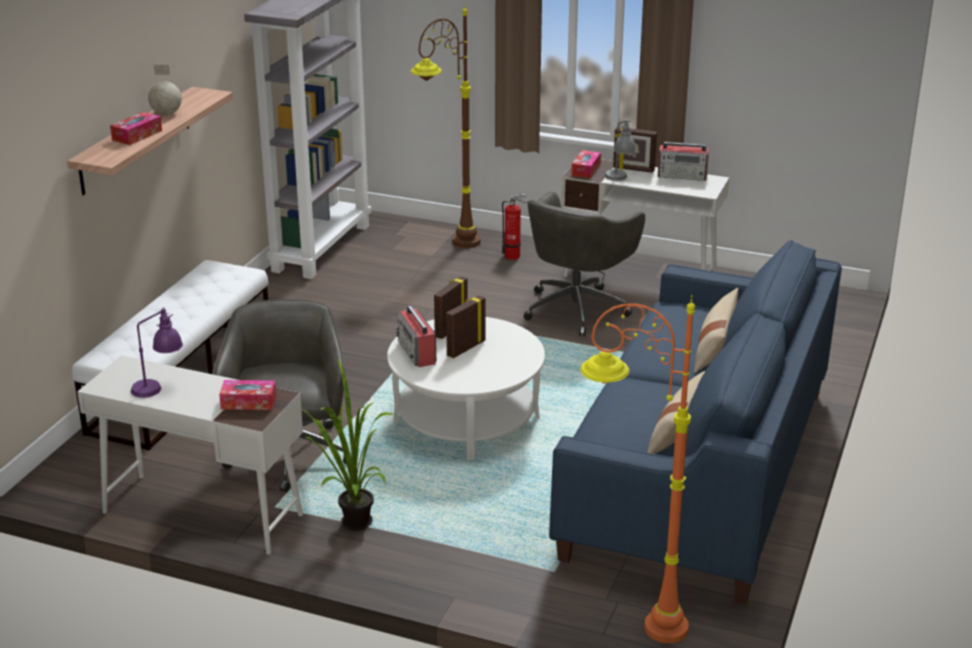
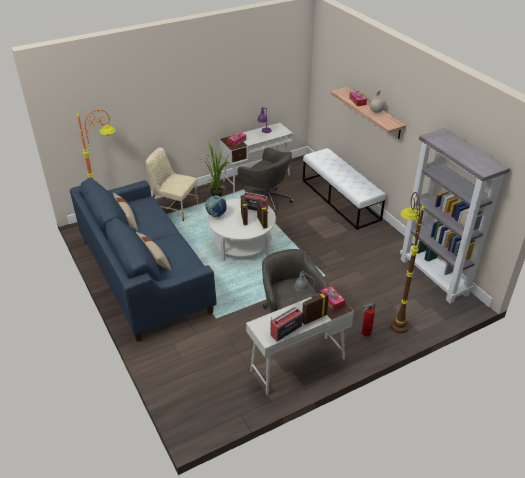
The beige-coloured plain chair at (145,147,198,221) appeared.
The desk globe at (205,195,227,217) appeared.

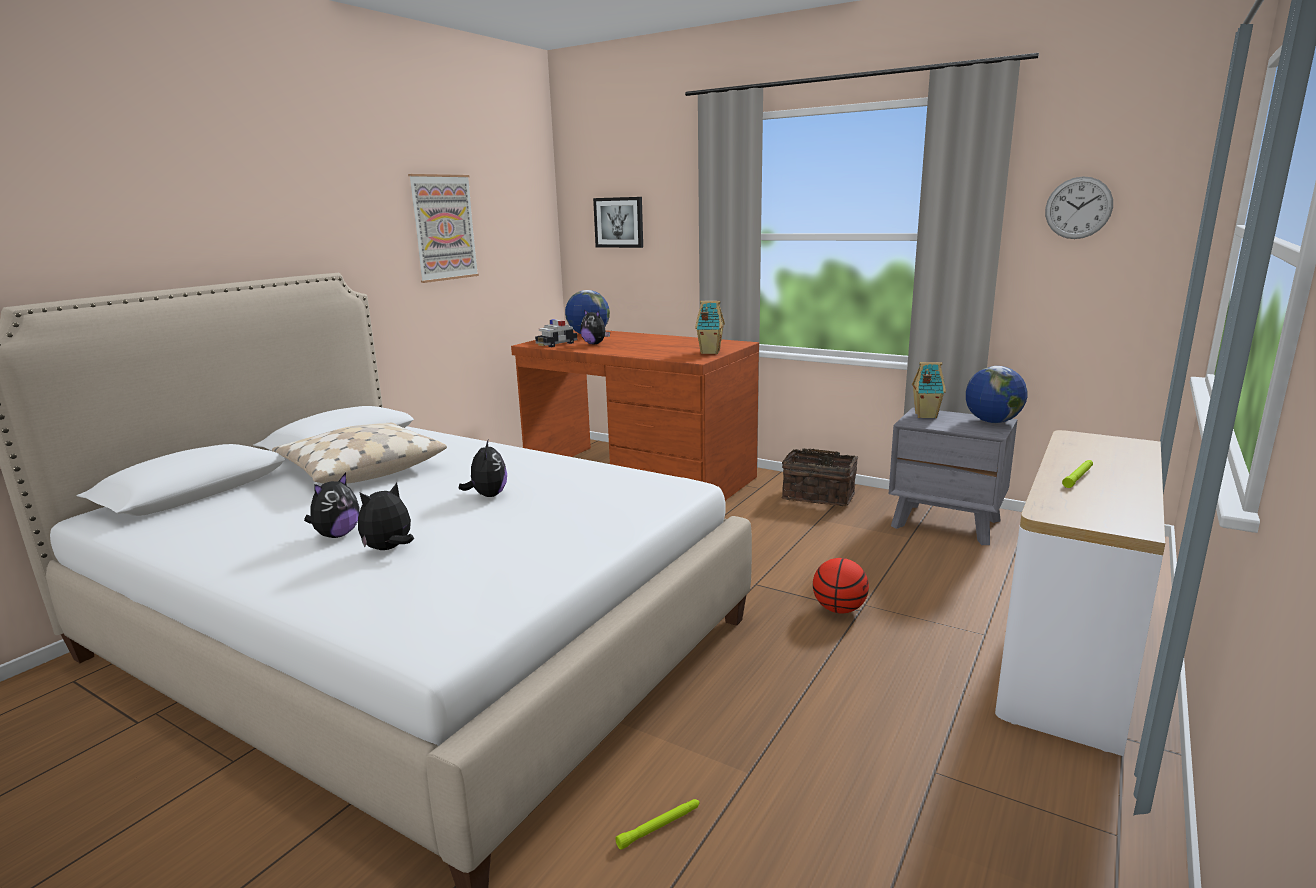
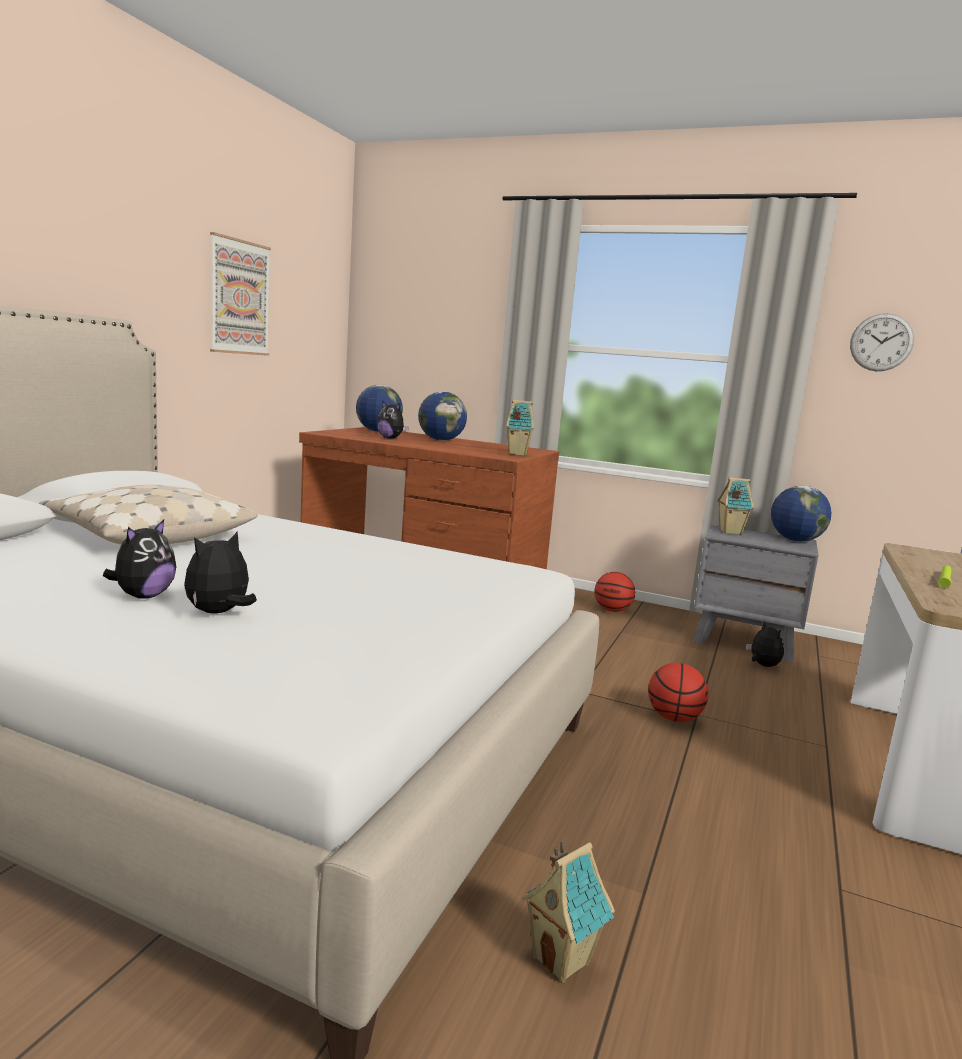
The toy car at (535,319,577,347) disappeared.
The wall picture at (593,197,643,248) disappeared.
The desk globe at (418,391,467,441) appeared.
The cuddly toy moved from (459,440,507,497) to (746,621,784,667).
The green hand torch at (615,799,700,850) was replaced by the toy house at (522,840,615,983).
The basket at (782,448,858,506) was replaced by the basketball ball at (594,572,635,612).

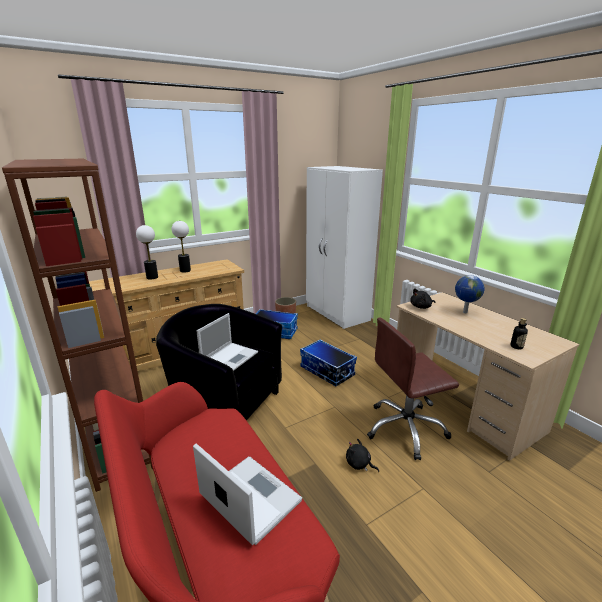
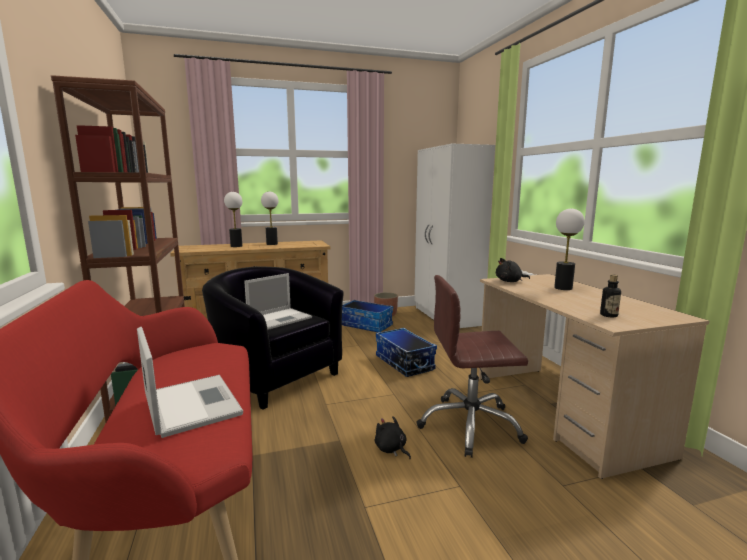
The desk globe at (455,275,485,313) was replaced by the tabletop lamp at (554,209,585,290).

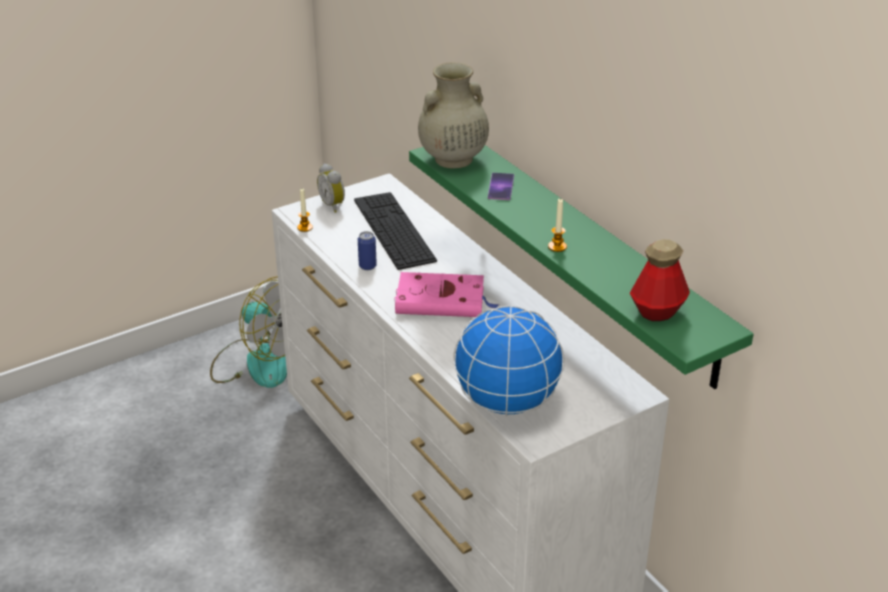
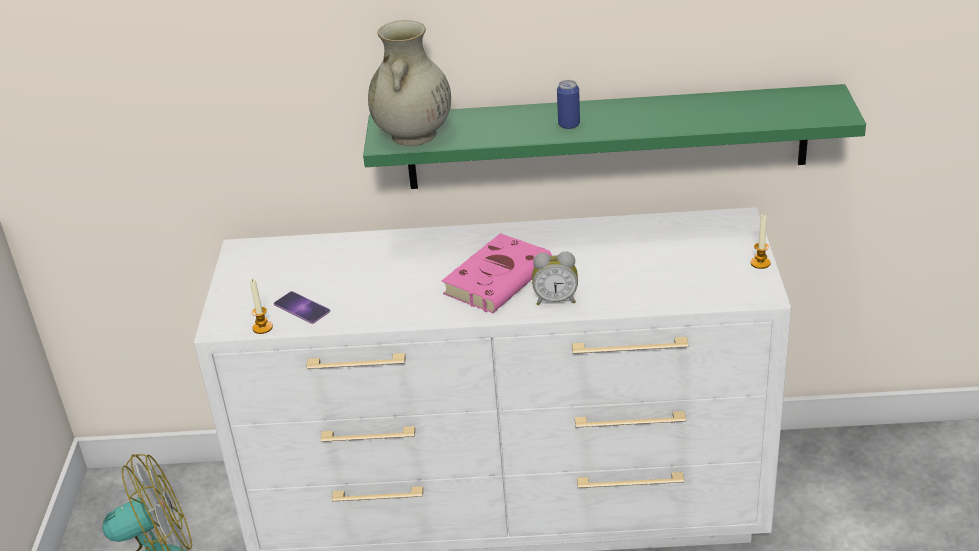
The PC keyboard at (354,192,437,270) disappeared.
The desk globe at (453,305,565,416) disappeared.
The bottle at (630,239,690,321) disappeared.
The table clock moved from (317,163,345,213) to (532,252,578,305).
The metal can moved from (358,231,377,270) to (557,80,580,129).
The phone moved from (488,173,514,200) to (274,291,330,324).
The wax candle moved from (548,198,567,252) to (750,214,771,269).

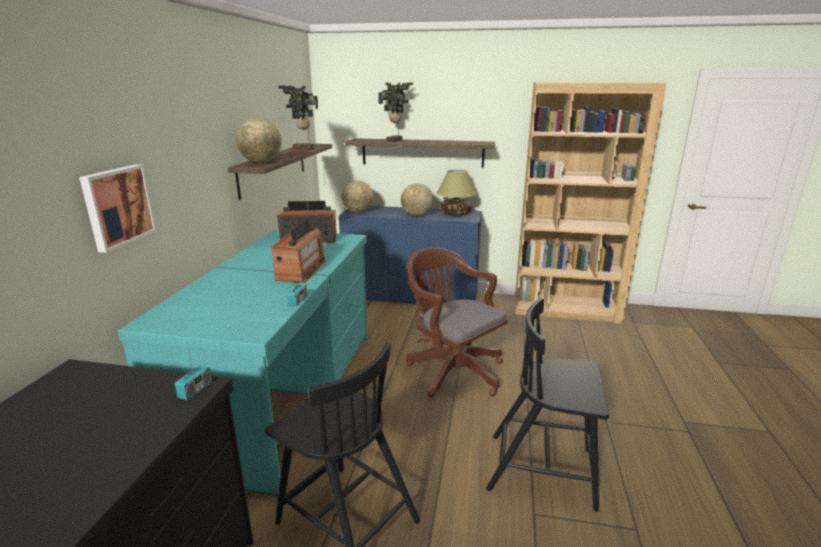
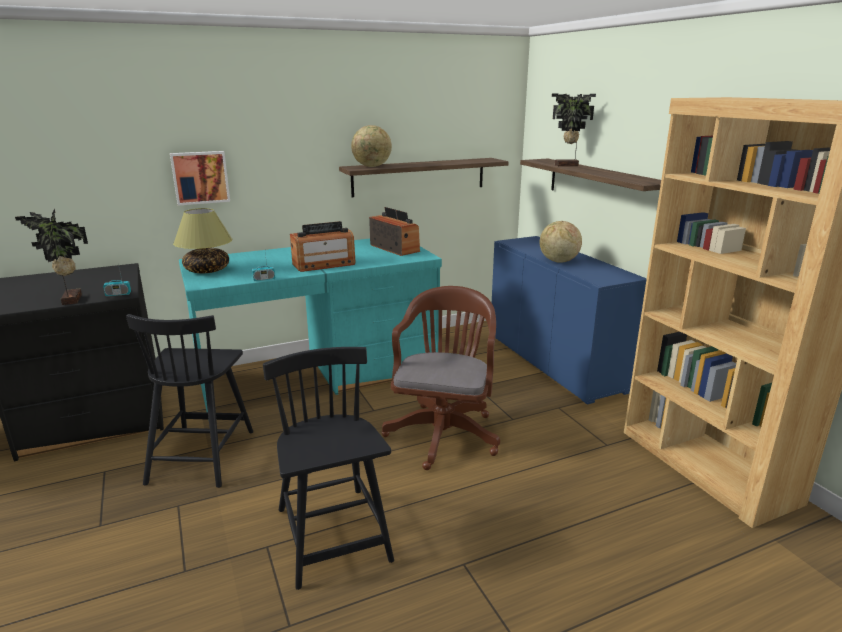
The desk globe at (342,180,374,212) disappeared.
The plant in a pot moved from (279,85,318,150) to (15,209,88,305).
The tabletop lamp moved from (437,170,477,216) to (173,208,233,273).

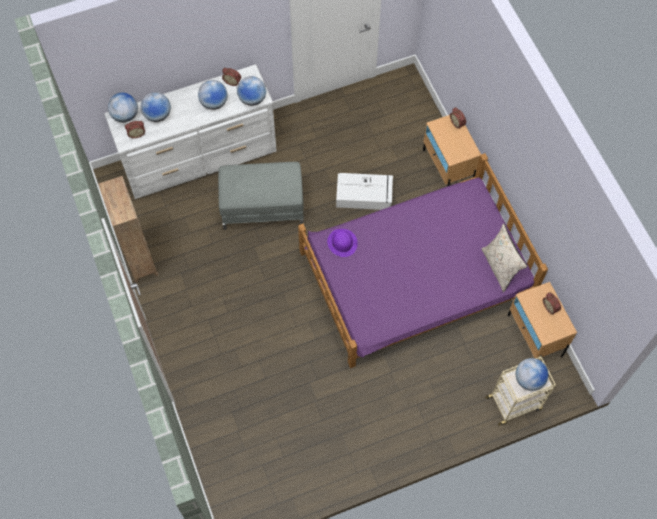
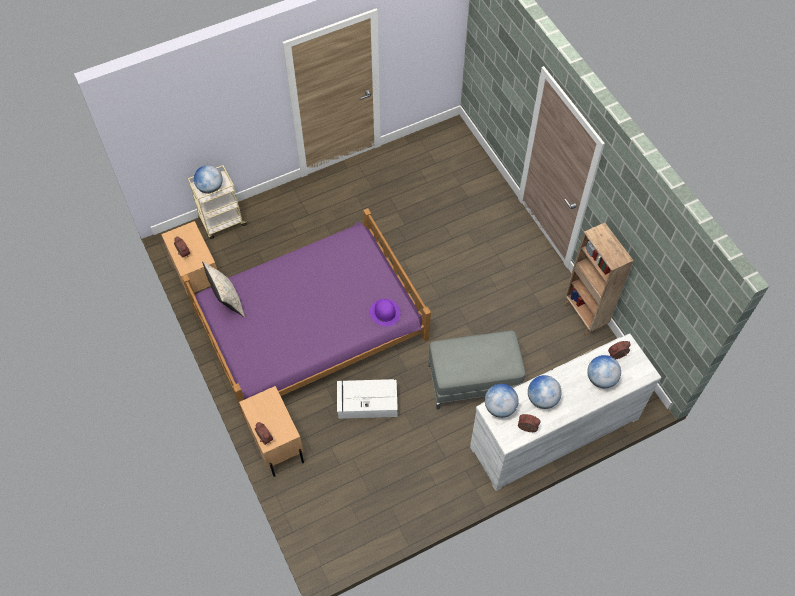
The desk globe at (108,93,138,122) disappeared.

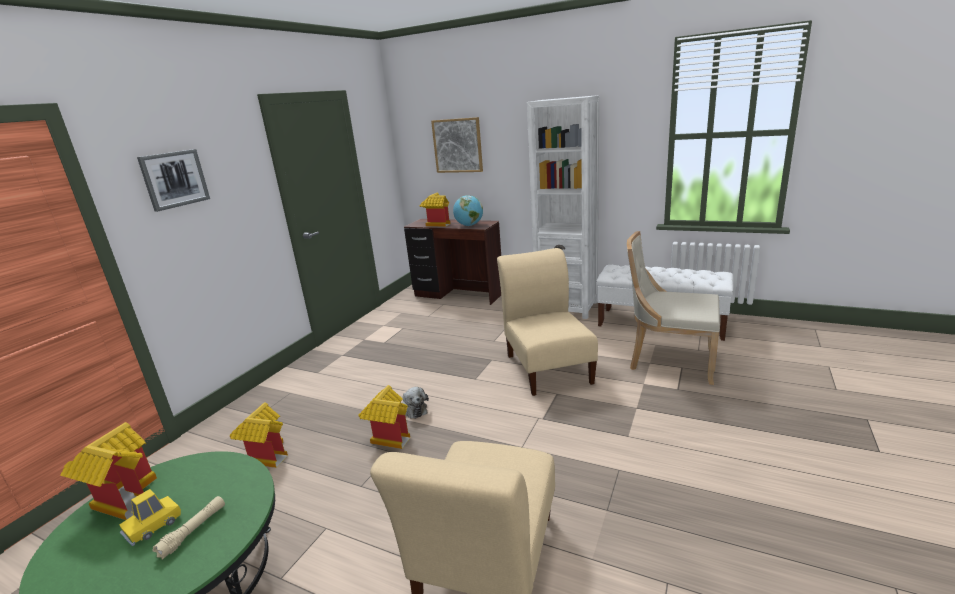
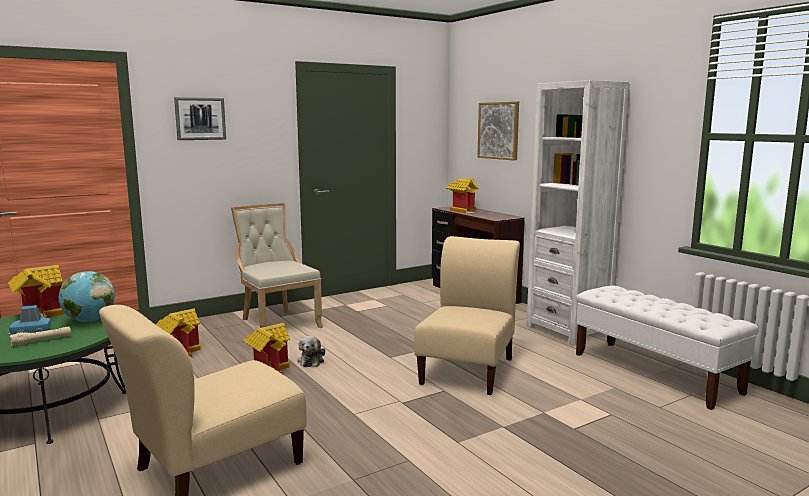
The desk globe moved from (453,195,483,226) to (59,271,115,322).
The beige-coloured plain chair moved from (627,231,720,385) to (231,203,323,328).
The yellowish toy car at (120,489,181,546) became the bluish toy car at (9,305,51,336).

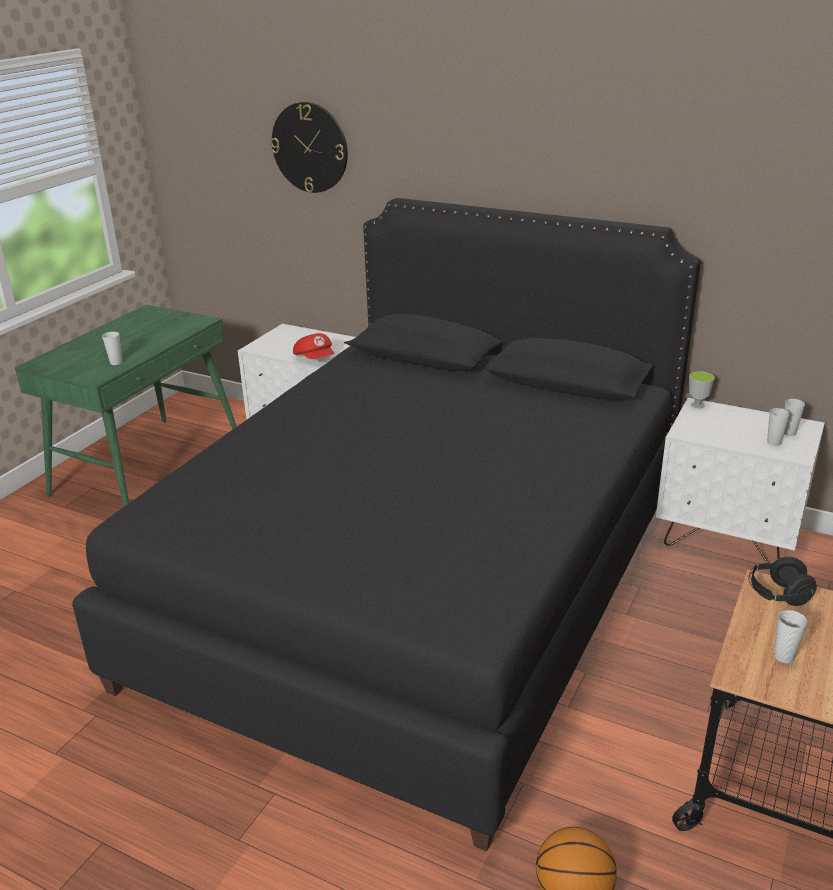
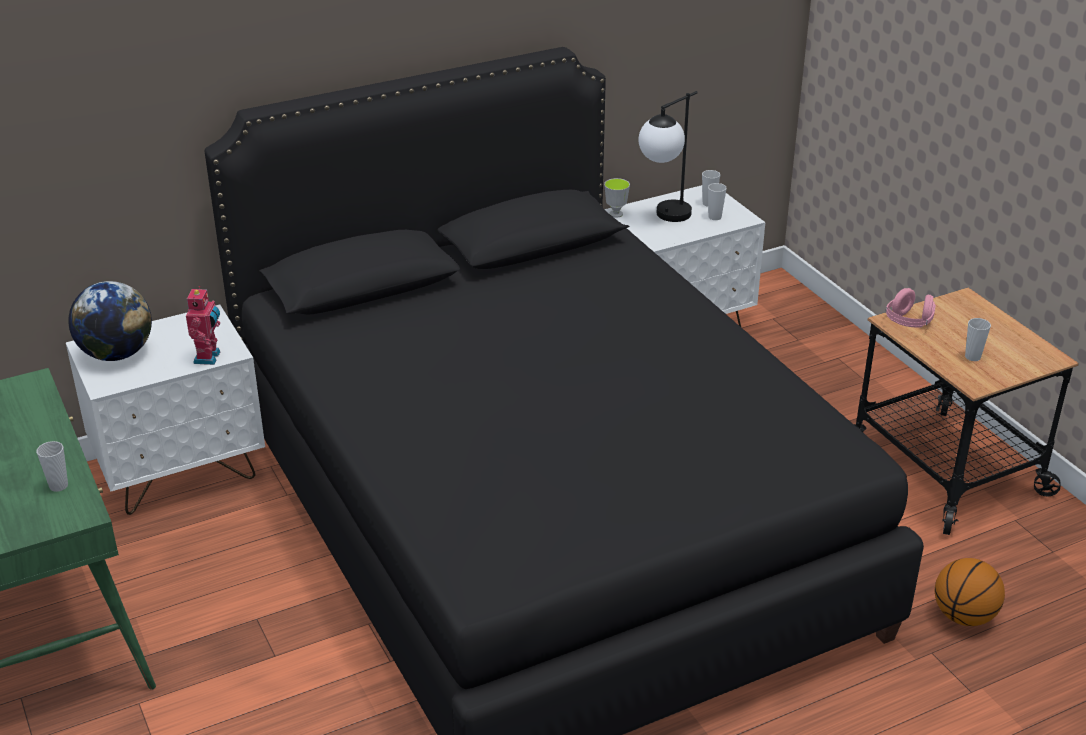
The wall clock at (271,102,348,193) disappeared.
The desk globe at (68,281,152,361) appeared.
The tabletop lamp at (639,91,698,222) appeared.
The reddish peaked cap at (293,333,335,359) was replaced by the model robot at (186,286,221,365).
The black-coloured headset at (749,557,817,606) became the pink headset at (885,288,936,327).

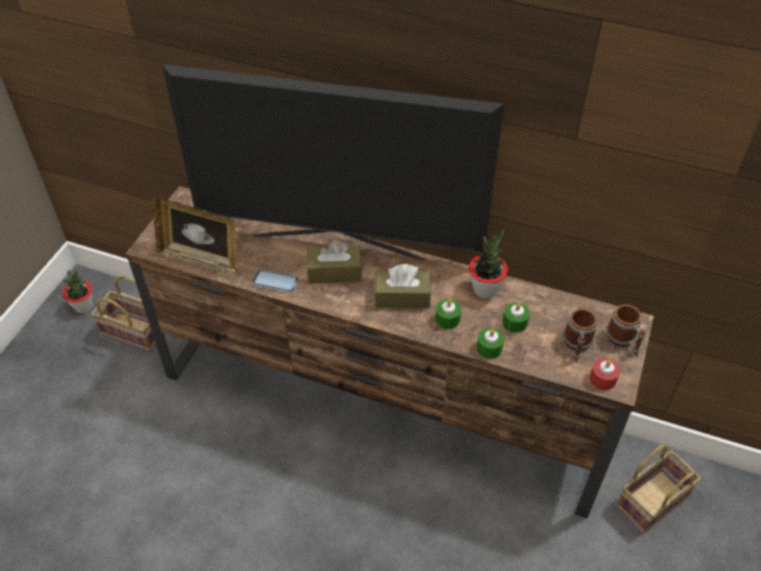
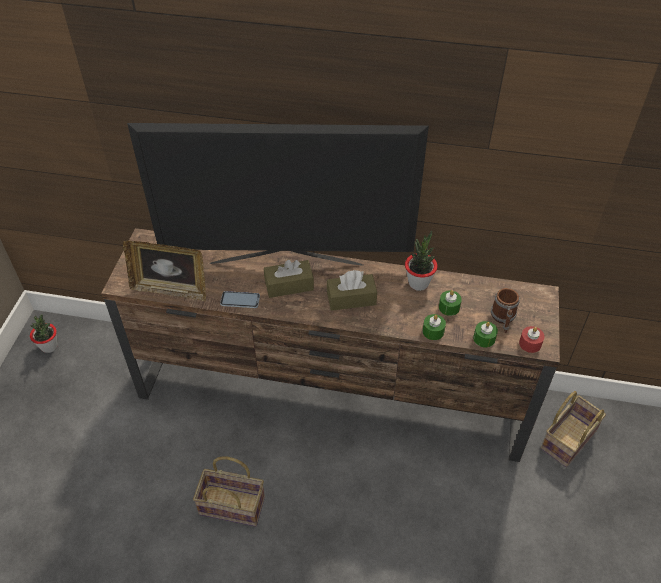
The coffee mug at (606,304,646,356) disappeared.
The basket moved from (91,275,156,352) to (193,456,265,527).
The green wax candle moved from (435,299,461,329) to (473,321,498,348).

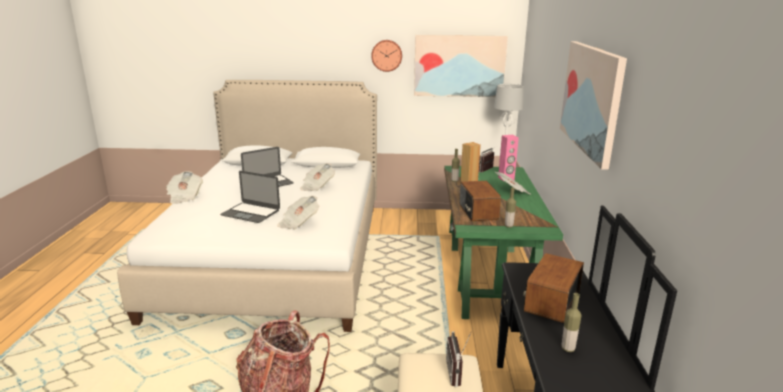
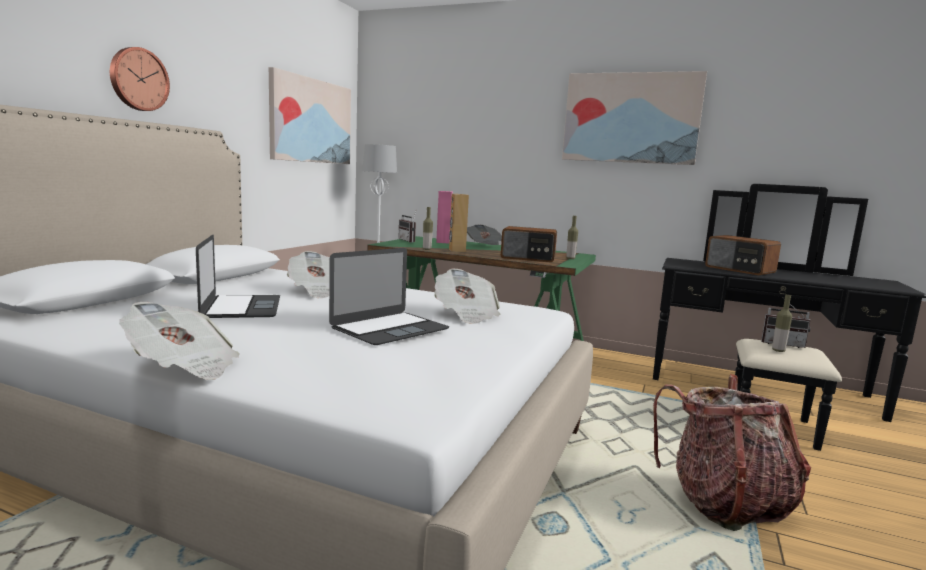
The wall clock moved from (371,40,402,72) to (110,47,170,111).
The bottle moved from (561,293,581,352) to (772,295,792,352).

